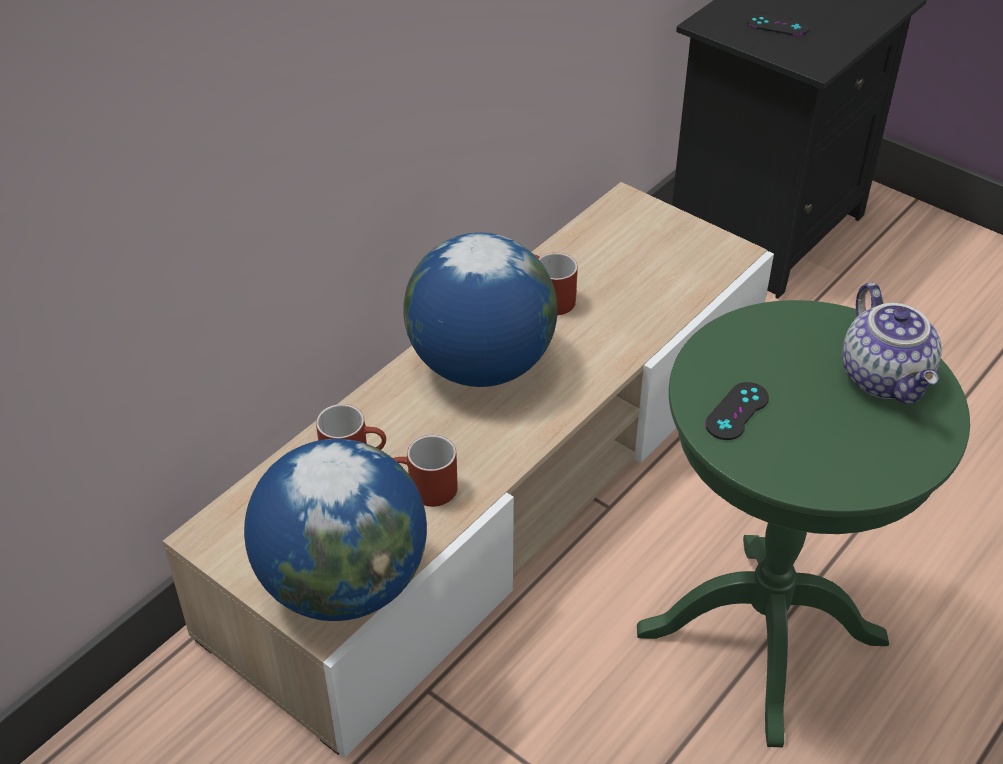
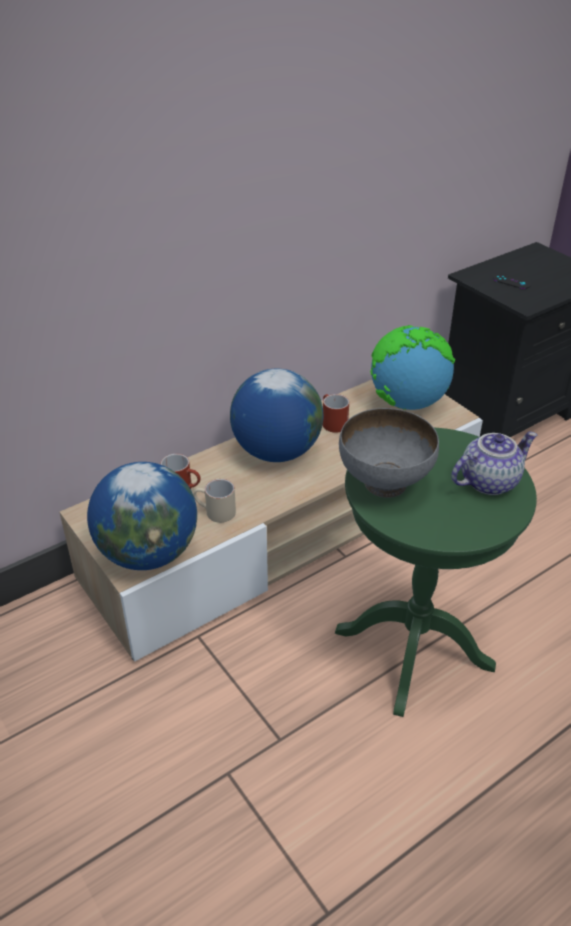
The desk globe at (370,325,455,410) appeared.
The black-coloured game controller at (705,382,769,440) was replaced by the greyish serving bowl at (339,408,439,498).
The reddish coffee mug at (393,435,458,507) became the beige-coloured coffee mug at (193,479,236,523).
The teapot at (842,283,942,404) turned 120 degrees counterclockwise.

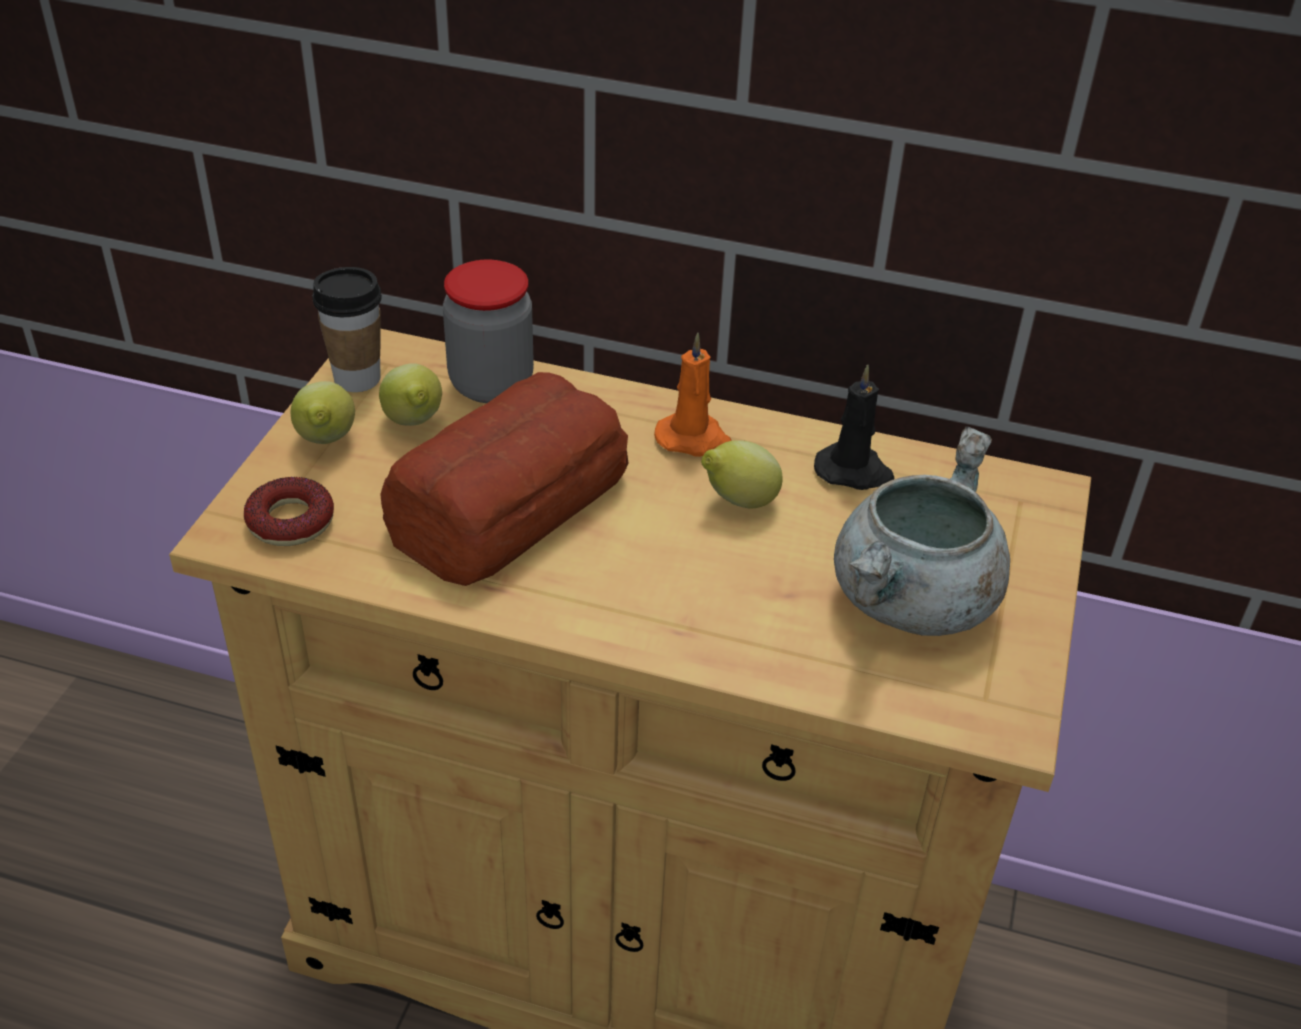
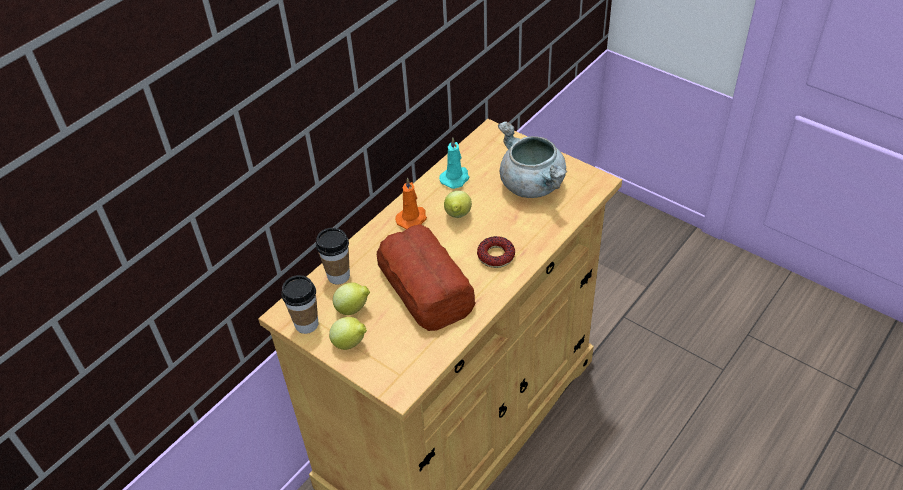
The donut moved from (244,477,334,546) to (477,236,515,268).
The storage jar at (443,260,534,403) was replaced by the cup at (316,228,350,284).
The black-coloured wax candle at (814,365,895,490) became the turquoise-coloured wax candle at (439,137,470,189).

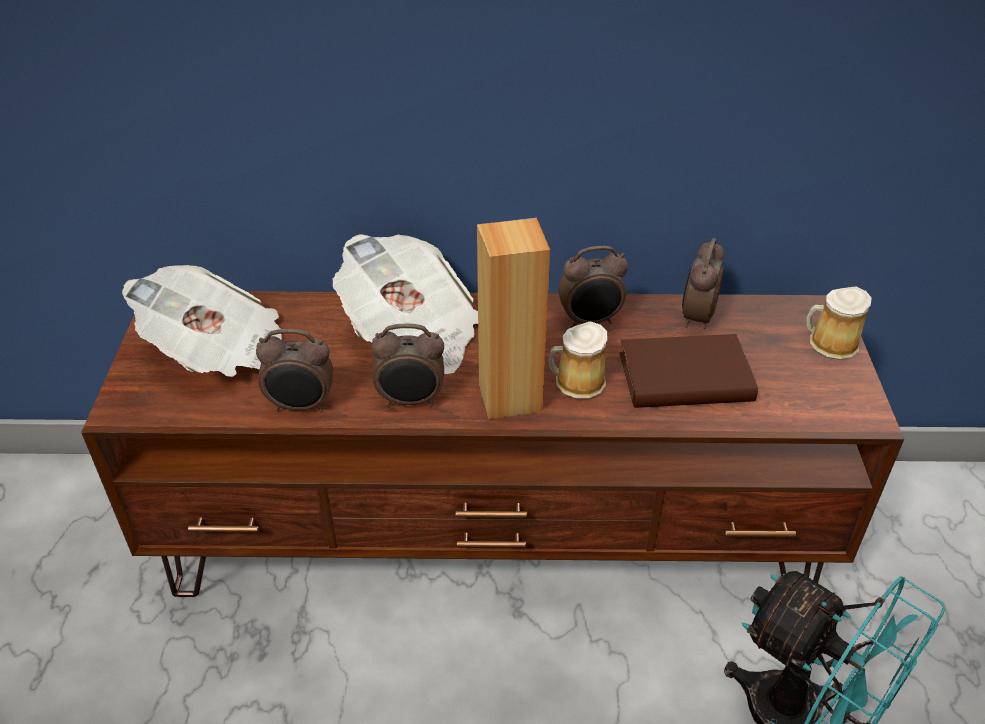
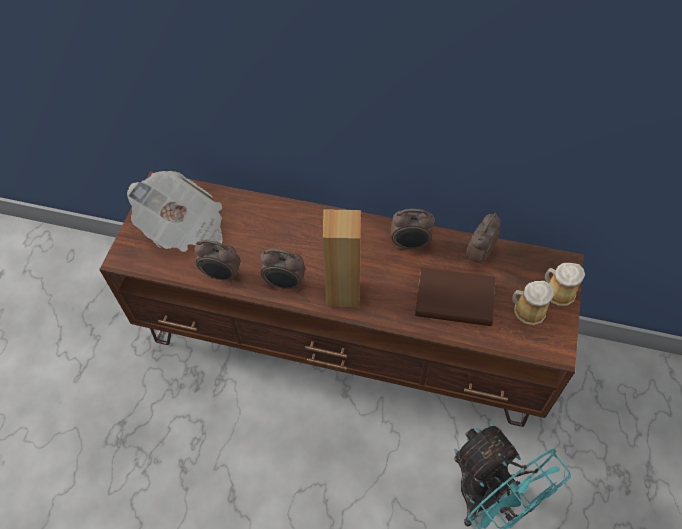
The printed paper at (332,234,478,374) disappeared.
The coffee mug moved from (548,321,608,399) to (512,281,554,325).

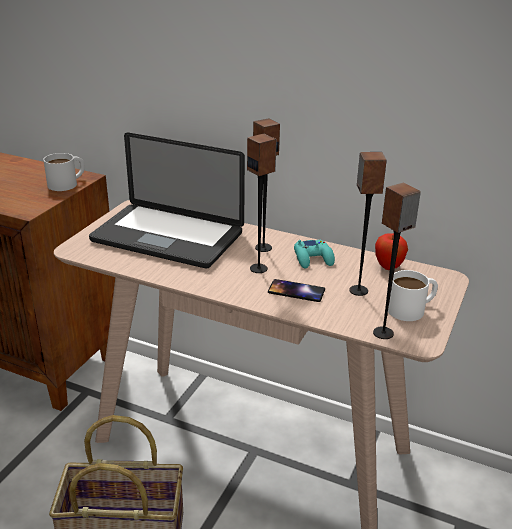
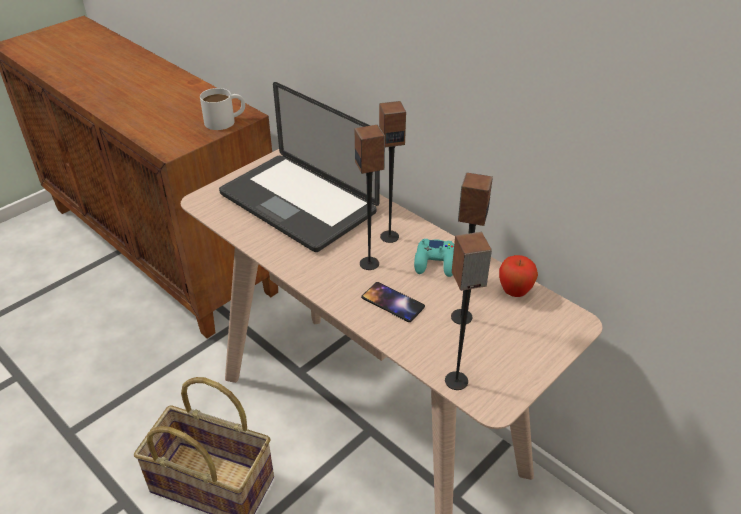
The white coffee mug at (388,270,438,321) disappeared.

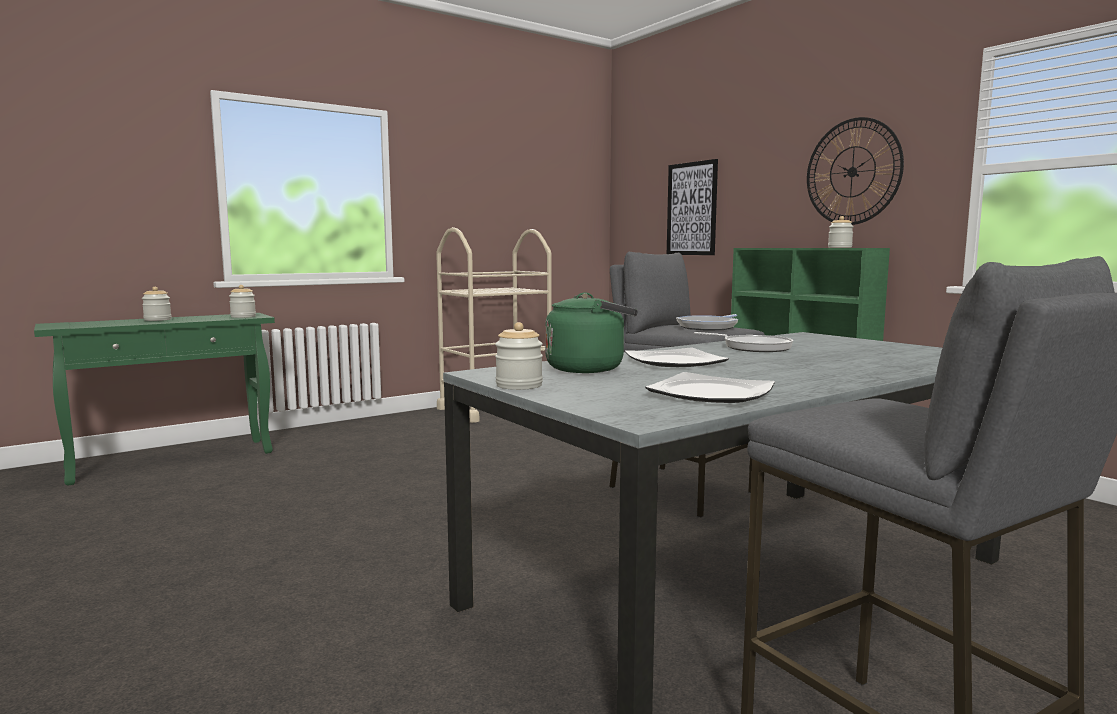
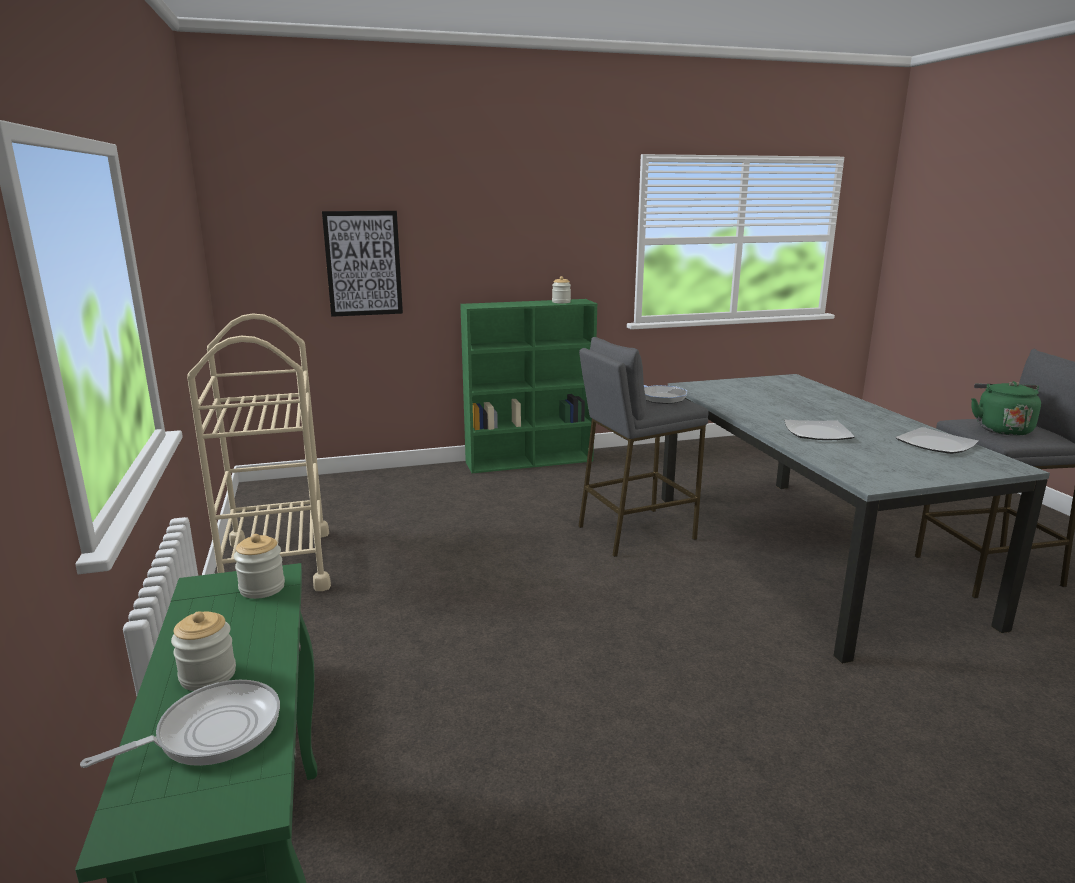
The storage jar at (495,322,543,390) disappeared.
The wall clock at (807,117,904,225) disappeared.
The green tea kettle moved from (545,292,638,373) to (971,381,1041,436).
The skillet moved from (694,332,793,352) to (80,680,280,768).

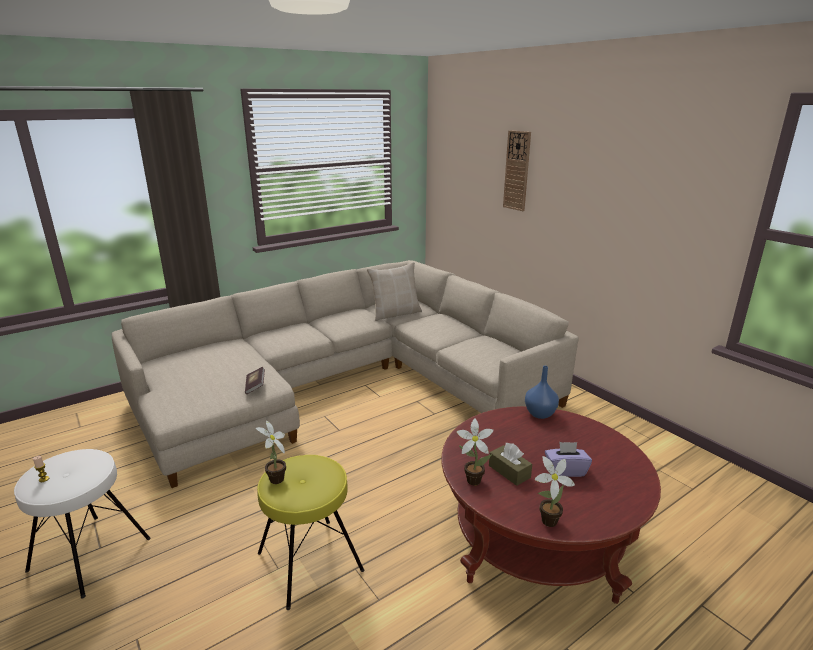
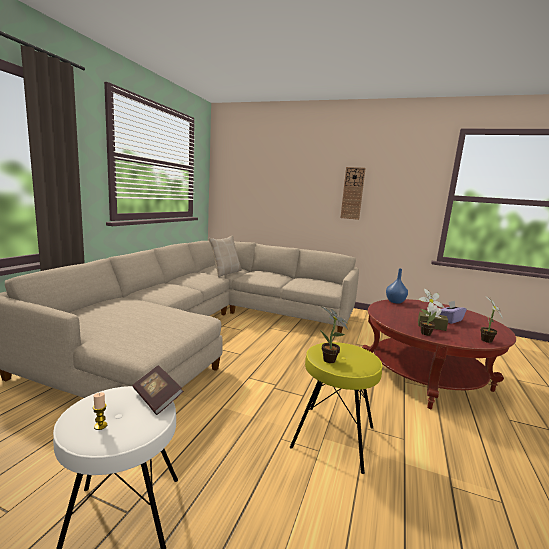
The volume moved from (245,367,265,394) to (133,365,183,415).
The wall clock moved from (503,130,531,211) to (340,167,366,220).

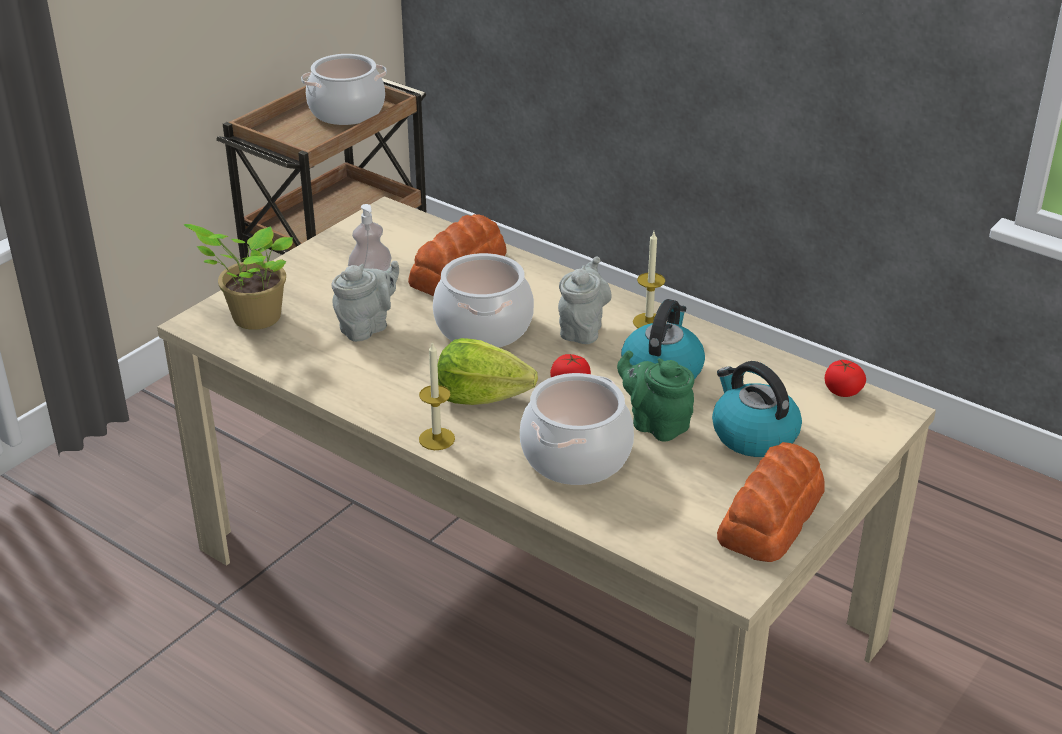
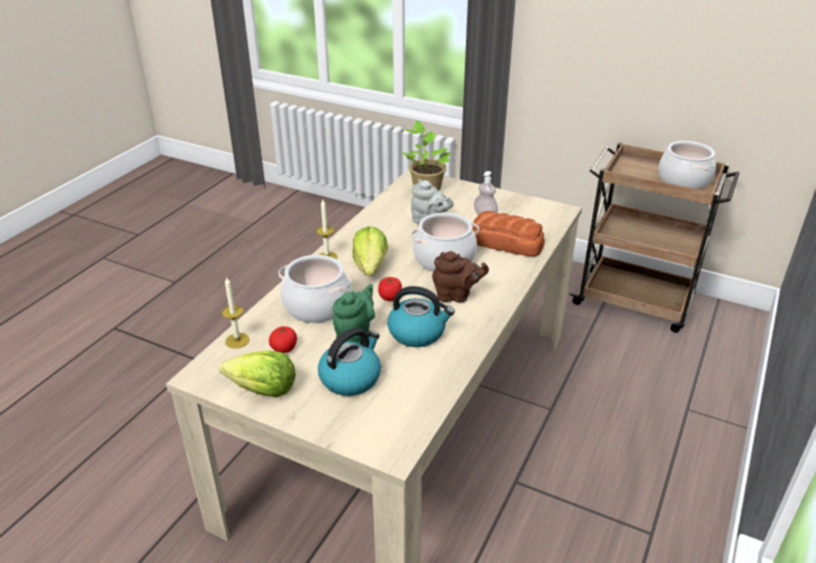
The wax candle moved from (633,232,665,328) to (222,278,250,349).
The tomato moved from (825,359,866,397) to (269,326,297,353).
The bakery bread at (717,442,825,562) was replaced by the head of lettuce at (220,350,296,397).
The greyish teapot at (558,256,611,344) became the brownish teapot at (432,251,489,302).

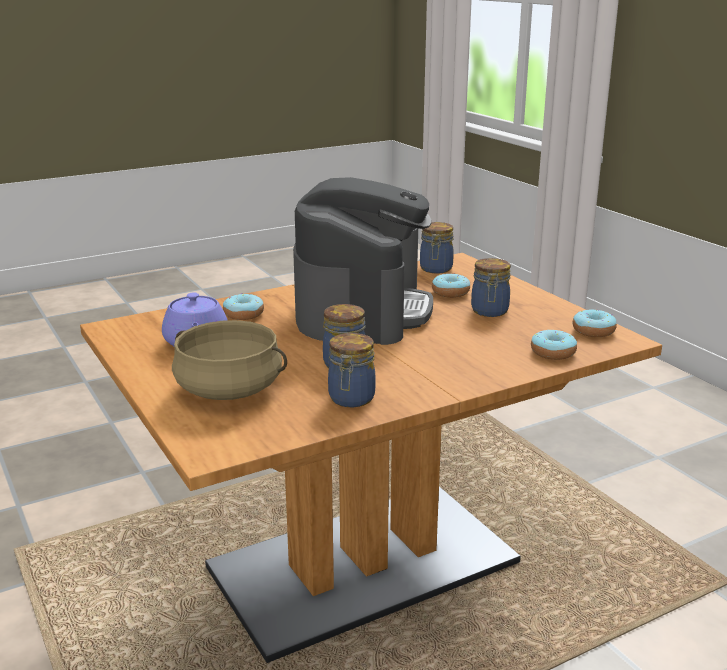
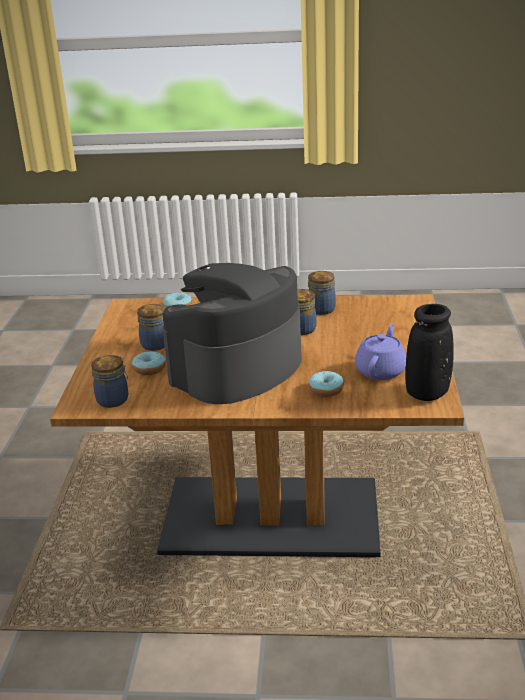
The beige-coloured cooking pot at (172,320,287,400) disappeared.
The donut at (572,309,617,337) disappeared.
The black-coloured vase at (406,304,454,401) appeared.

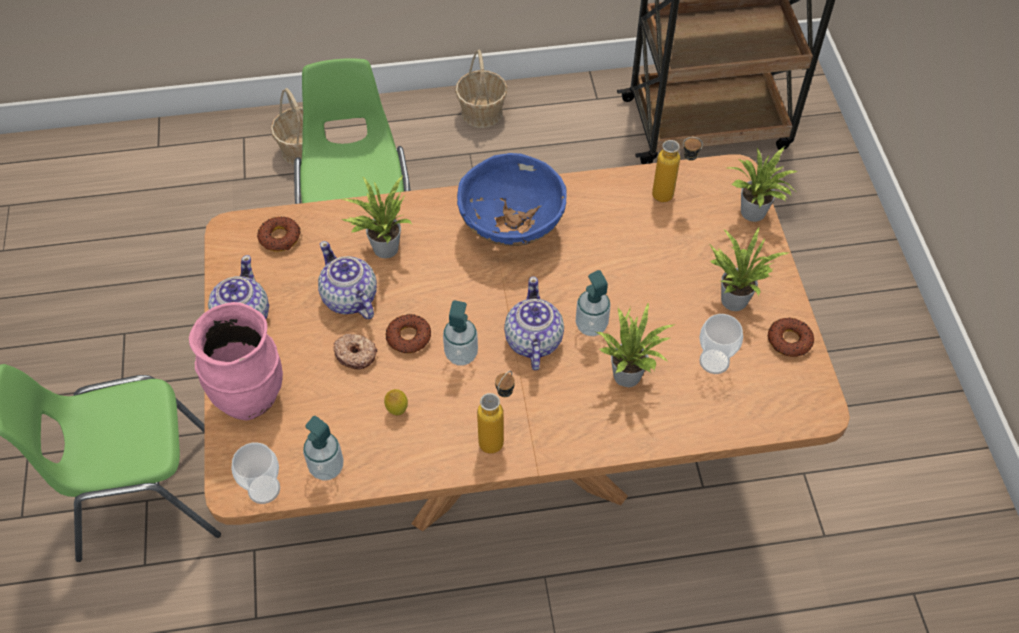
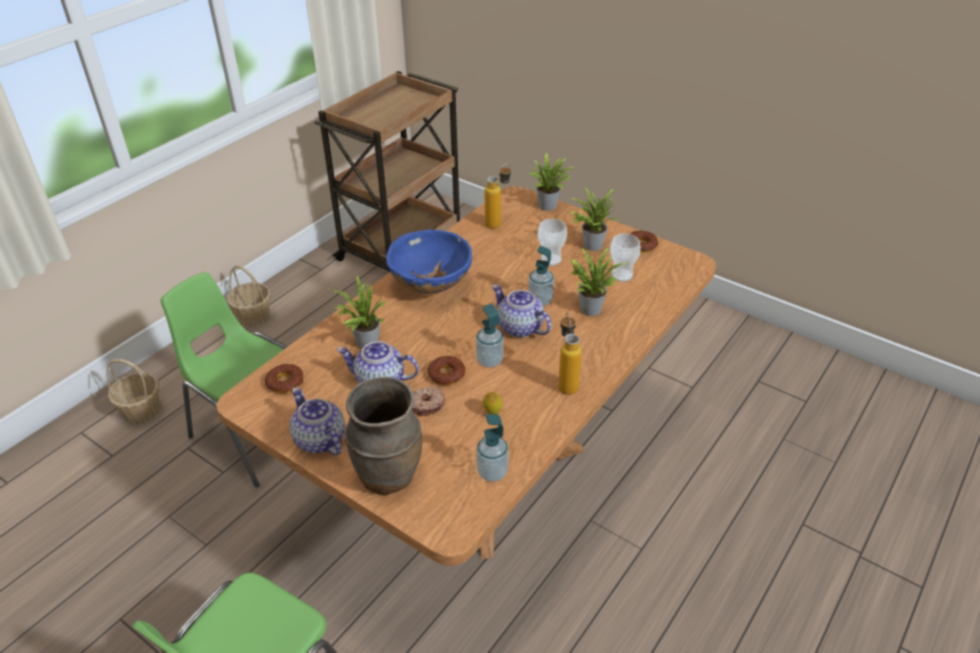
The cup moved from (231,442,280,504) to (538,219,567,266).
The pink vase at (189,302,283,421) became the brownish vase at (344,377,422,495).

